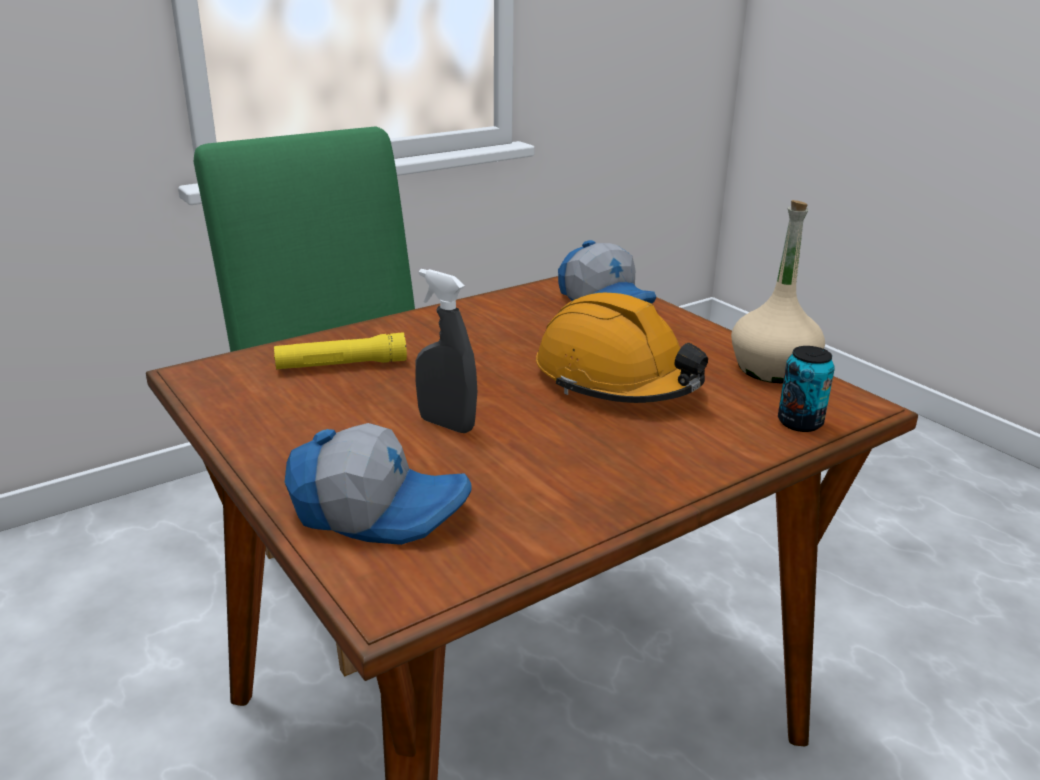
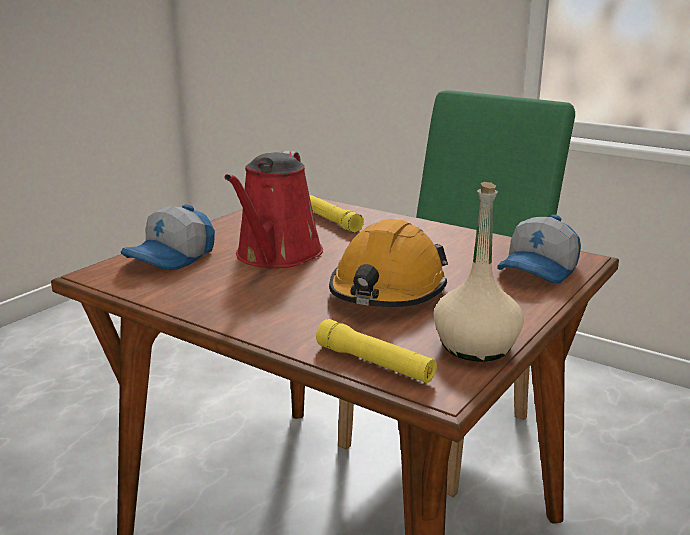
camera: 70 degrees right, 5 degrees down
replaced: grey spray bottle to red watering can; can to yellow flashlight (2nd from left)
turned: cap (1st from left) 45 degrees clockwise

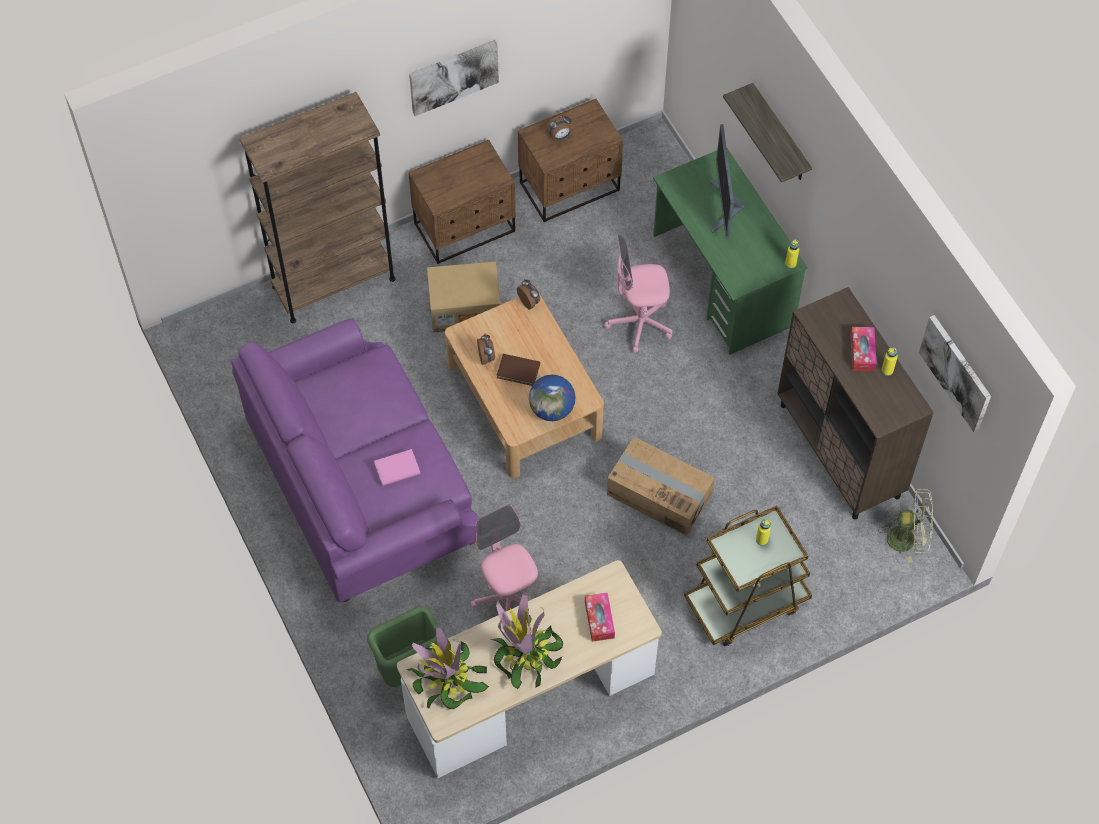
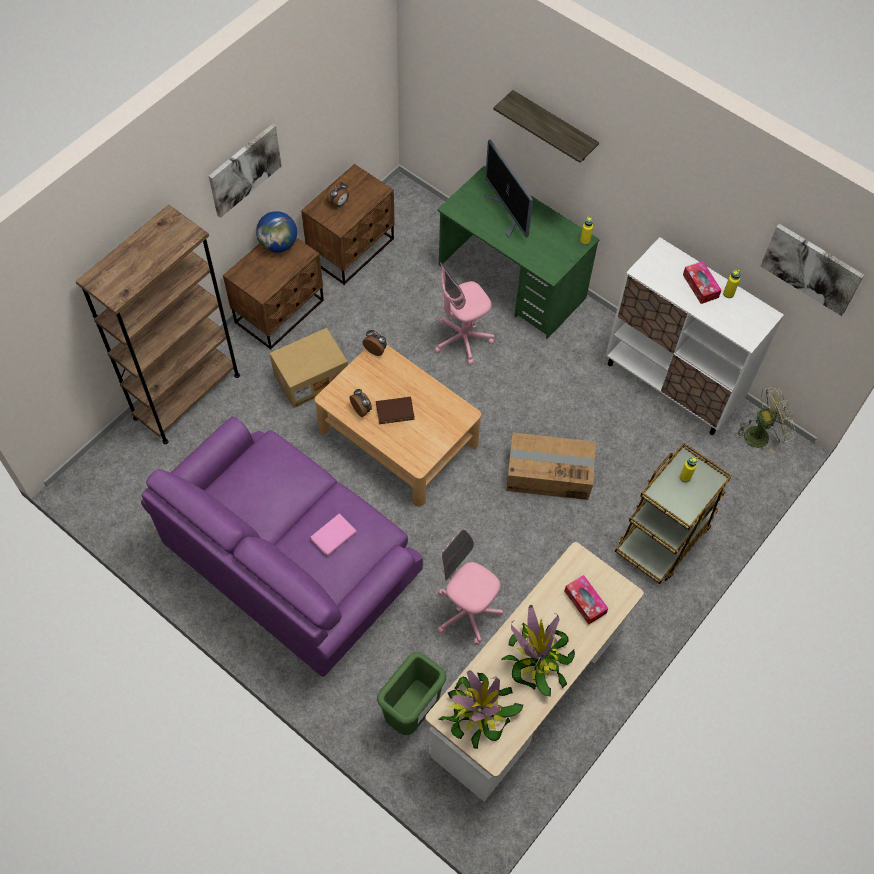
camera: 25 degrees left, 0 degrees up
moved: globe
recoloured: brown cabinet to white cabinet

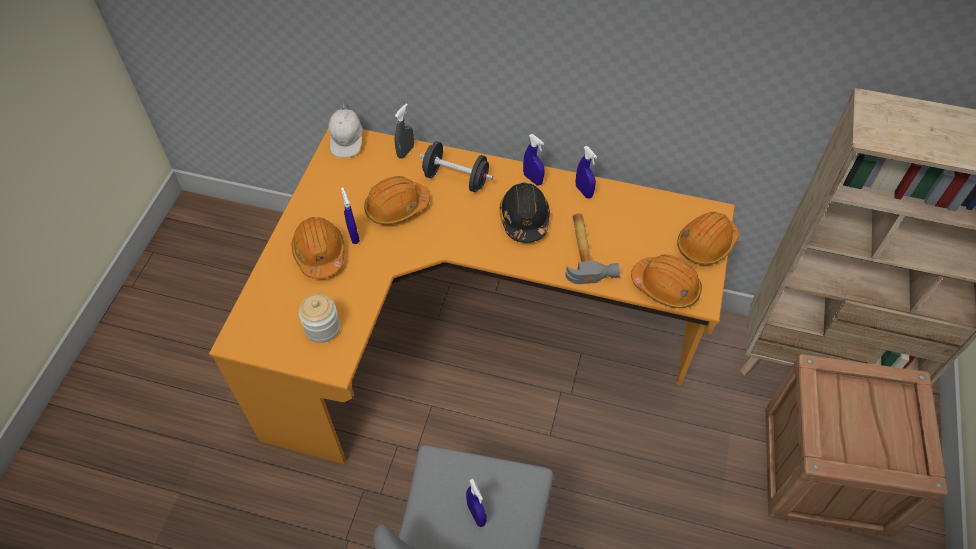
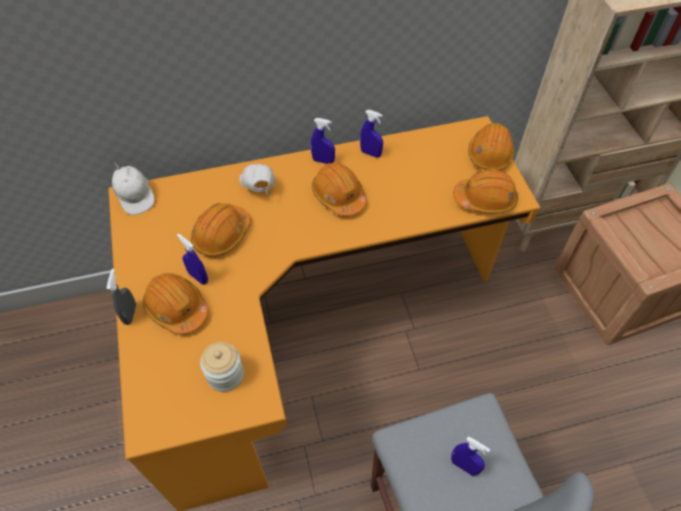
camera: 30 degrees left, 0 degrees up
removed: hammer
moved: grey spray bottle
replaced: black dumbbell to white cap (2nd from left)
recoloured: black hard hat to orange hard hat (3rd from left)

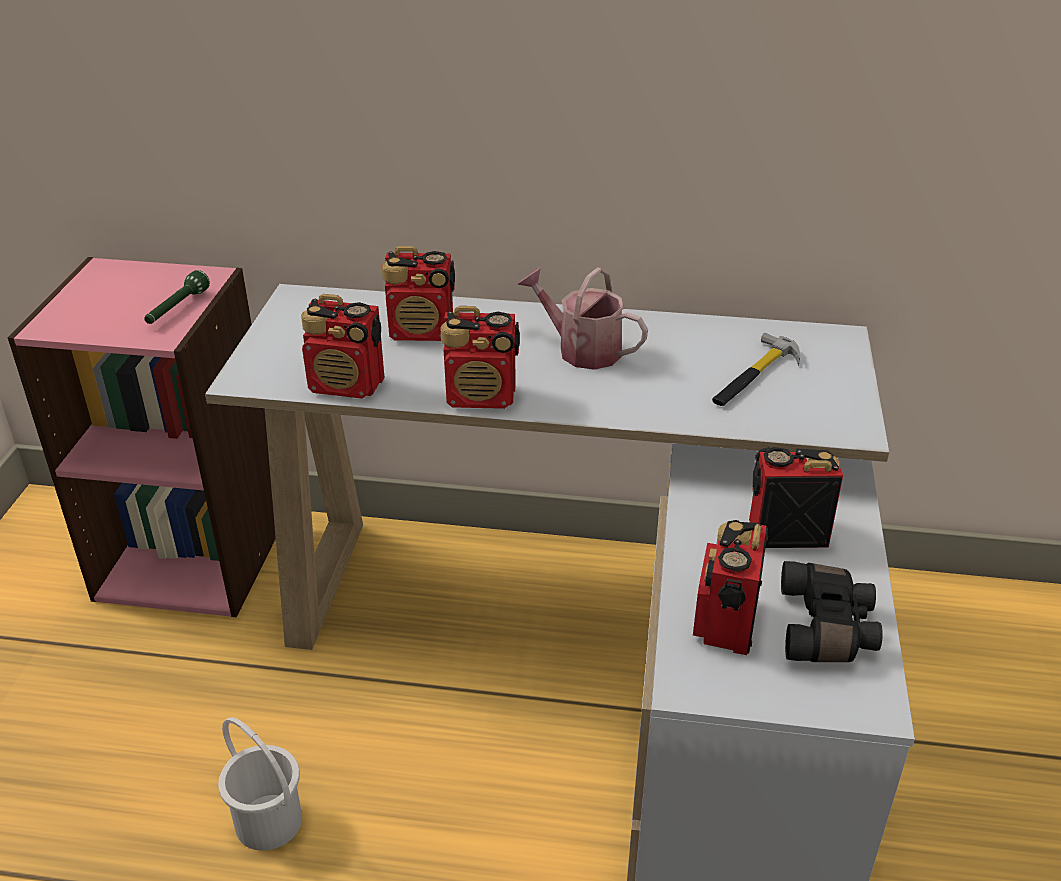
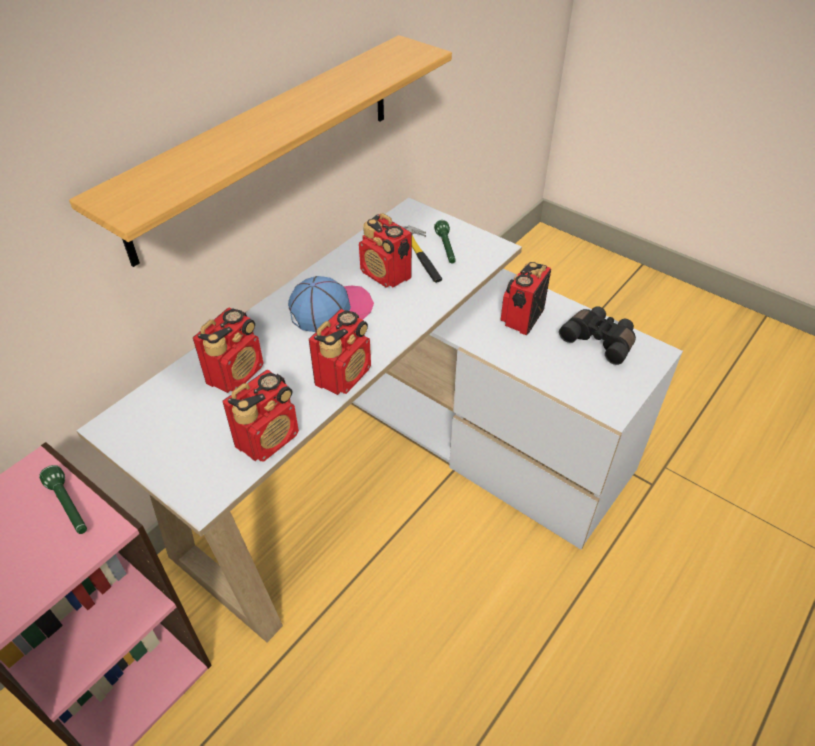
camera: 60 degrees left, 10 degrees up
removed: white bucket
added: shelf; green flashlight (2nd from left)
moved: radio (4th from left)
replaced: watering can to cap

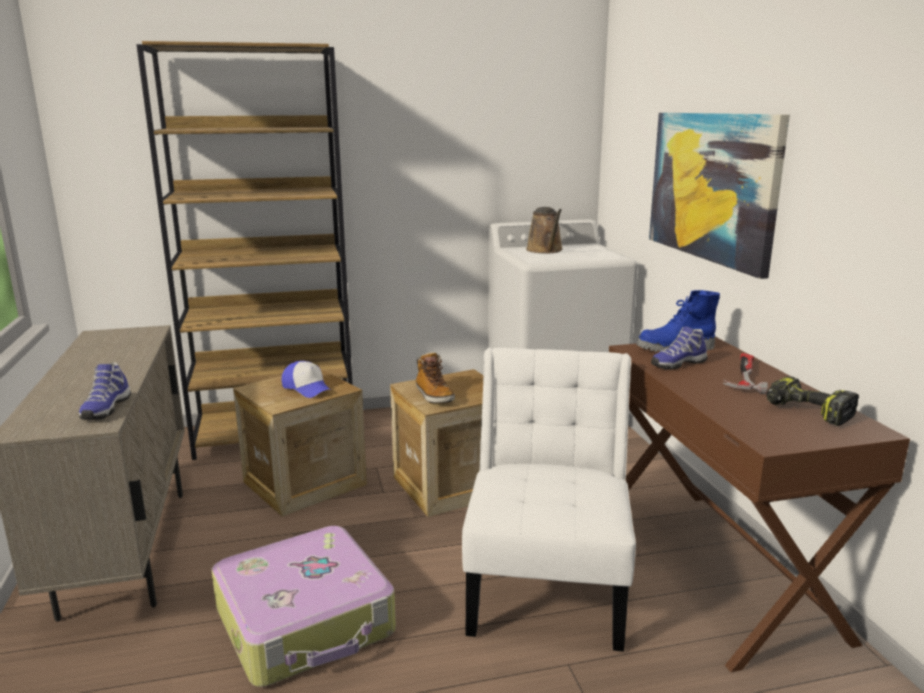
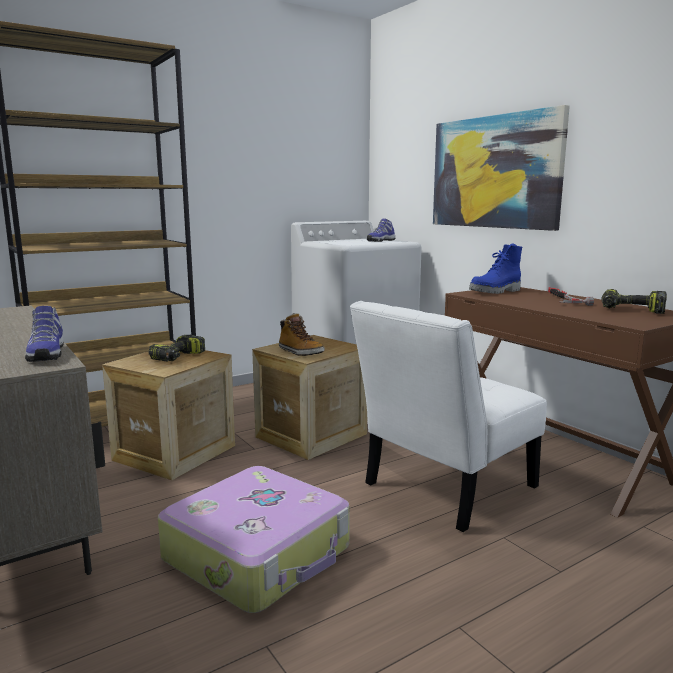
camera: 20 degrees left, 5 degrees down
removed: brown watering can
moved: shoe (2nd from left)
replaced: cap to power drill (1st from left)
turned: white chair 120 degrees counterclockwise

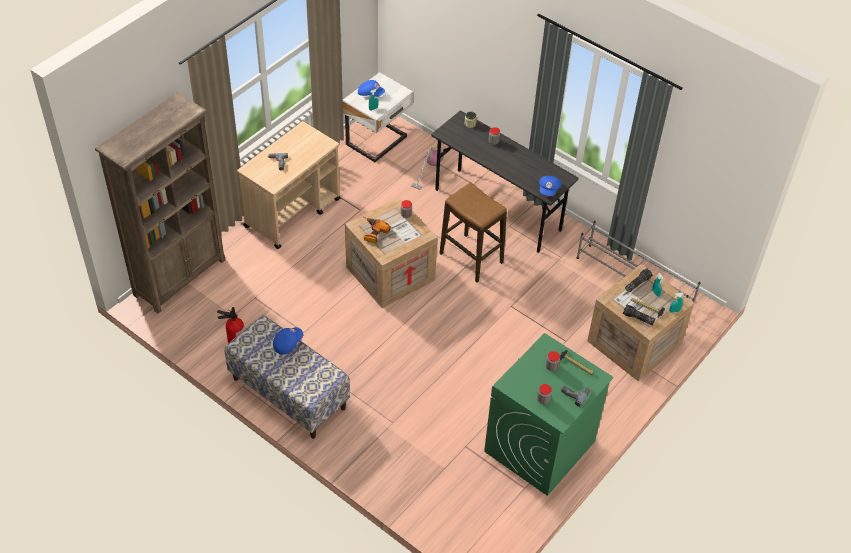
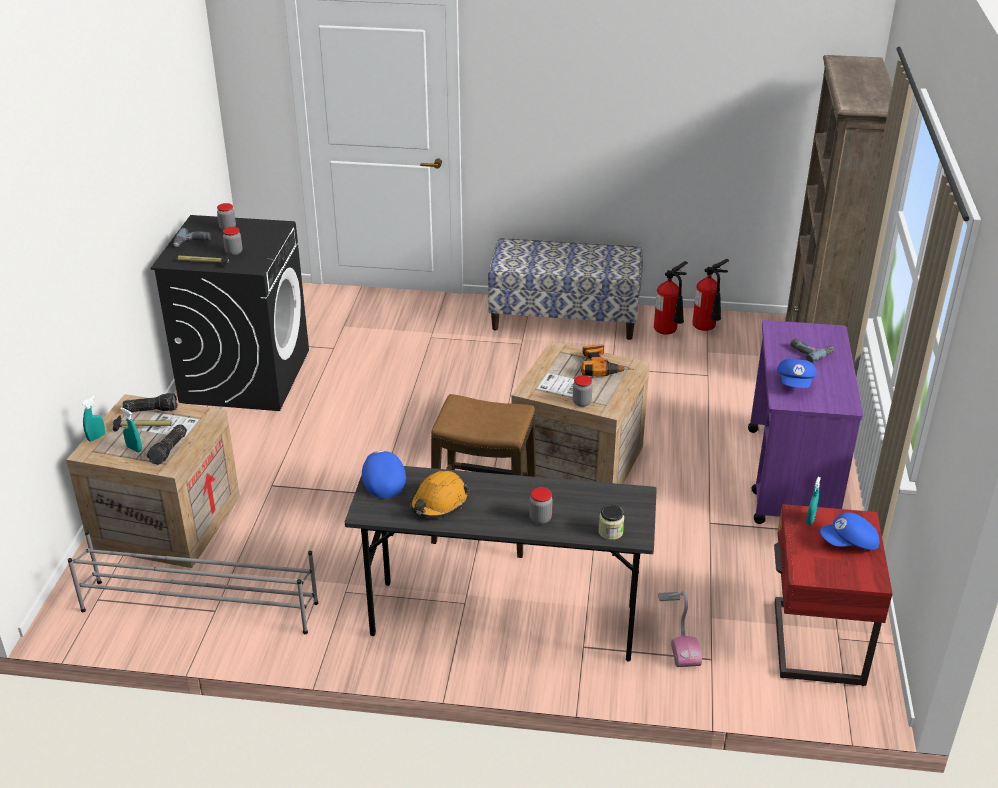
camera: 150 degrees right, 15 degrees down
added: orange hard hat; fire extinguisher (2nd from left)
moved: blue cap (1st from left in the first image) to blue cap (2nd from left)
recoloured: beige cart to purple cart; white nightstand to red nightstand; green washing machine to black washing machine

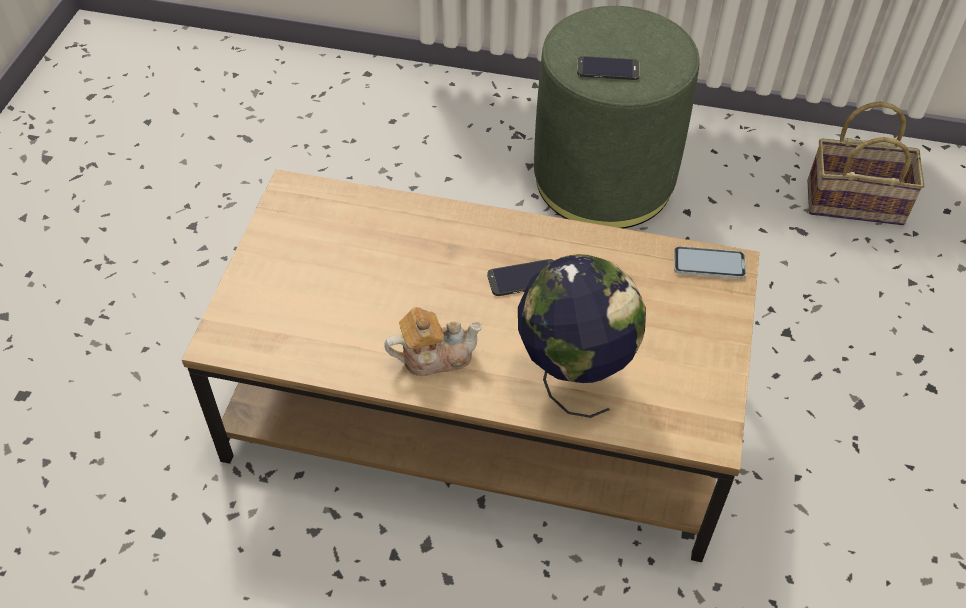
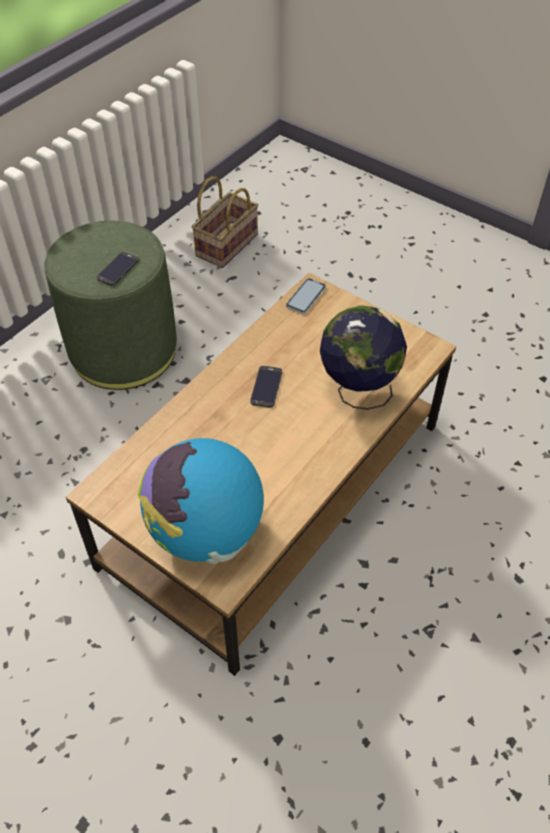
camera: 65 degrees left, 0 degrees up
removed: teapot
added: globe (1st from left)

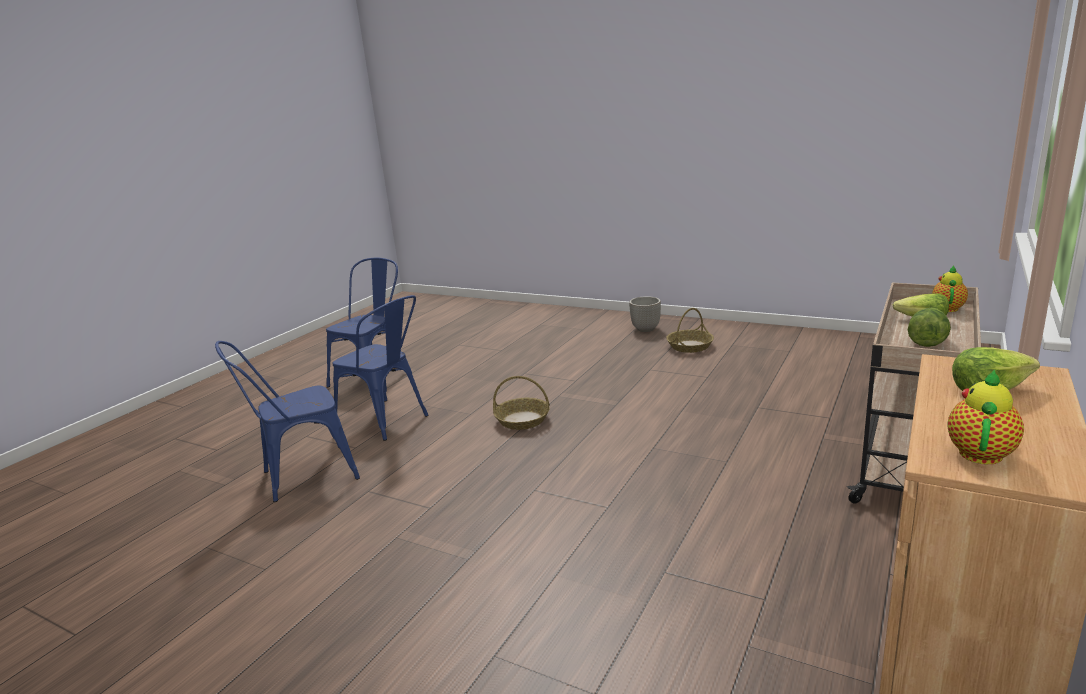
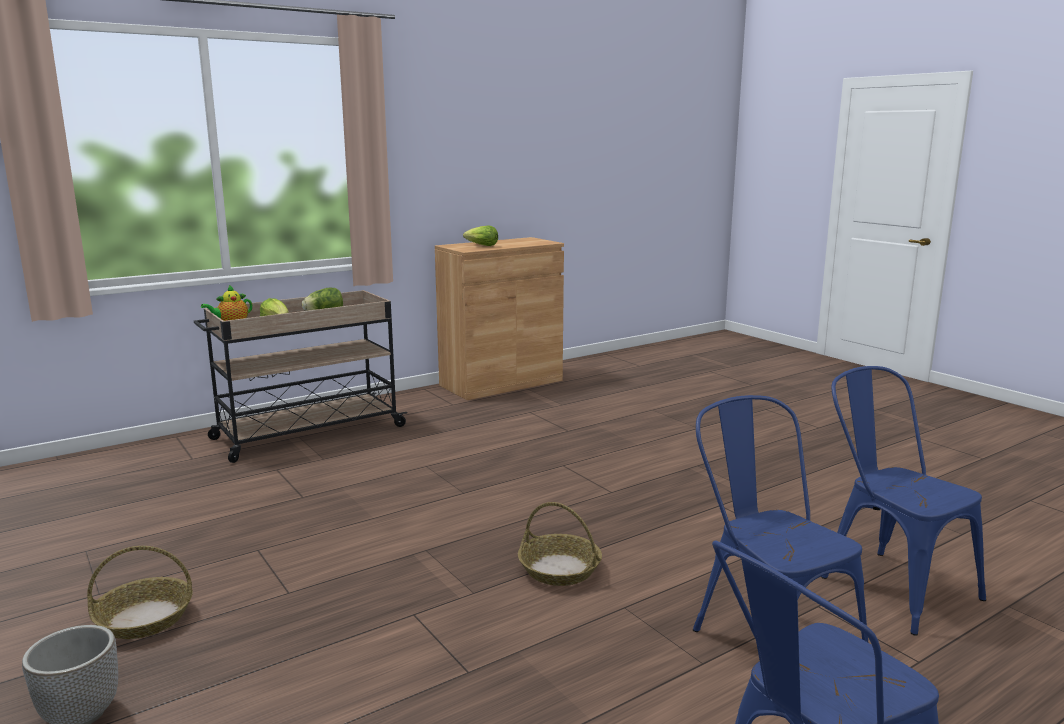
camera: 155 degrees left, 5 degrees down
removed: teapot (2nd from left)
turned: blue chair (1st from left in the first image) 120 degrees counterclockwise

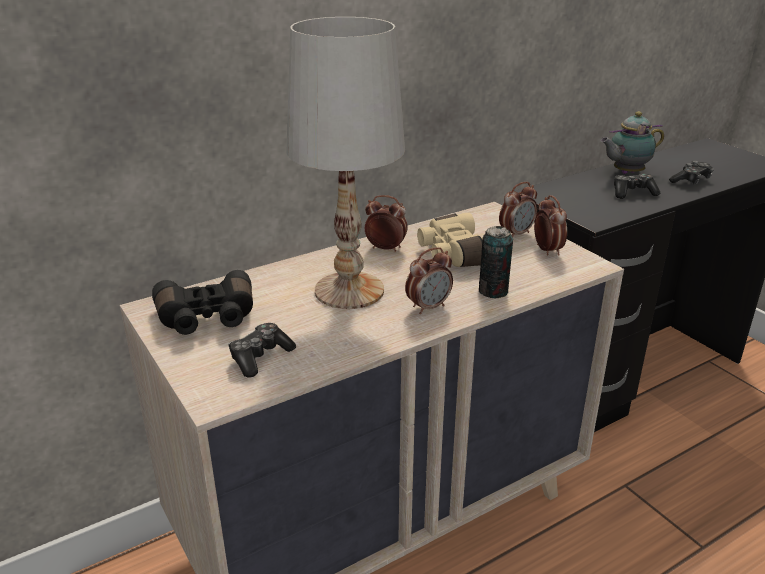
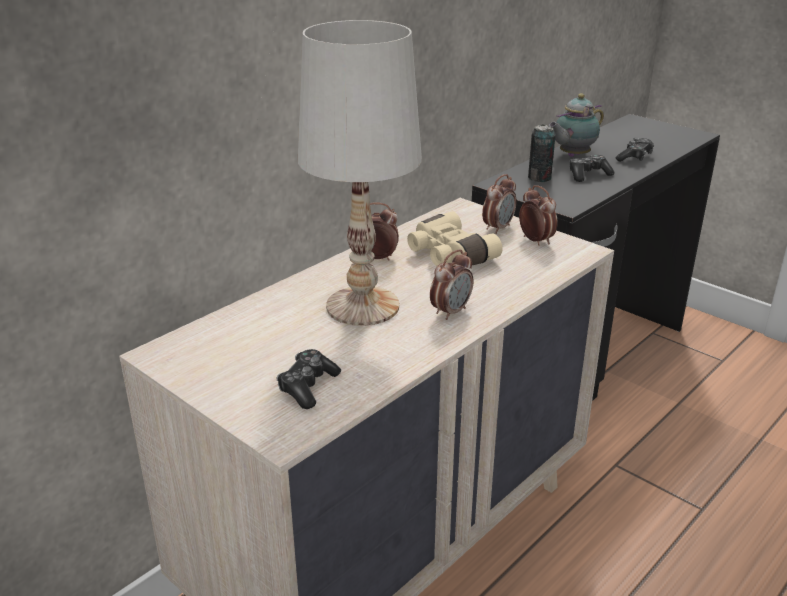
camera: 15 degrees left, 0 degrees up
removed: black binoculars
moved: can

